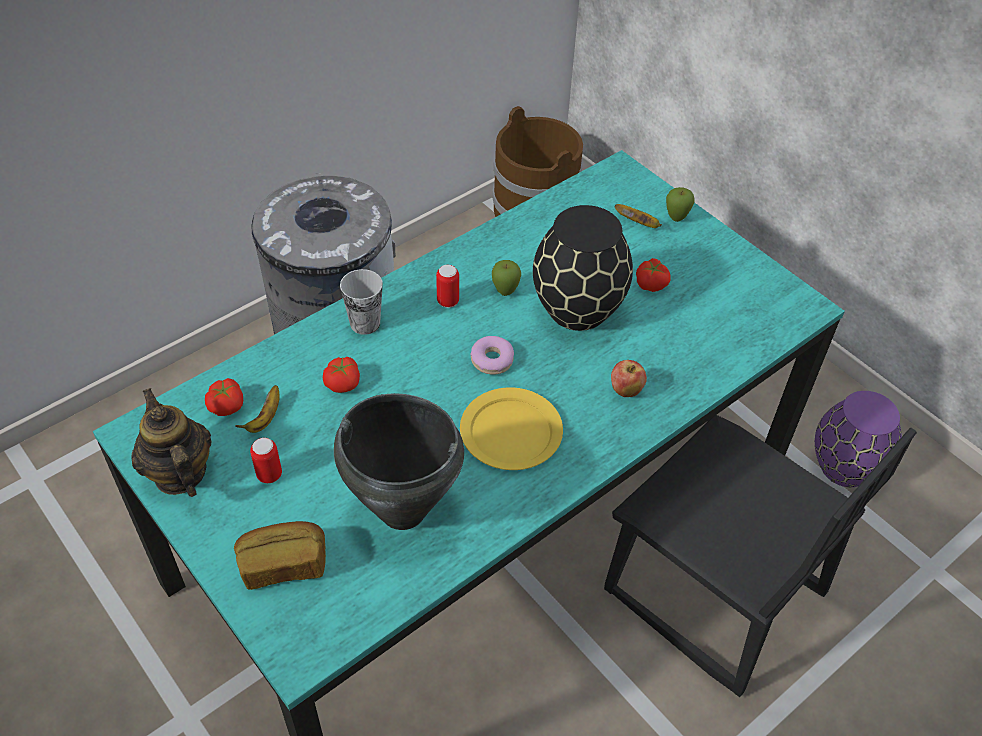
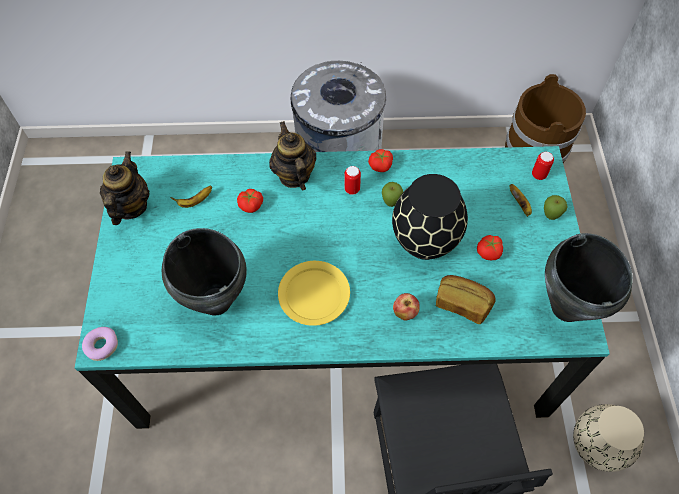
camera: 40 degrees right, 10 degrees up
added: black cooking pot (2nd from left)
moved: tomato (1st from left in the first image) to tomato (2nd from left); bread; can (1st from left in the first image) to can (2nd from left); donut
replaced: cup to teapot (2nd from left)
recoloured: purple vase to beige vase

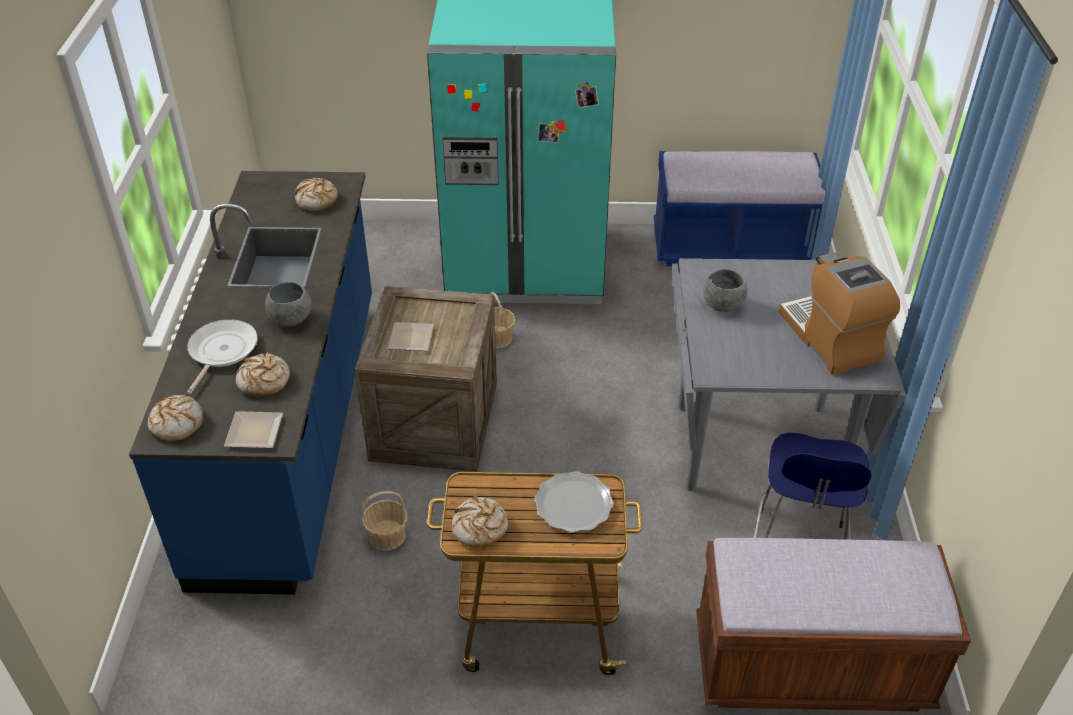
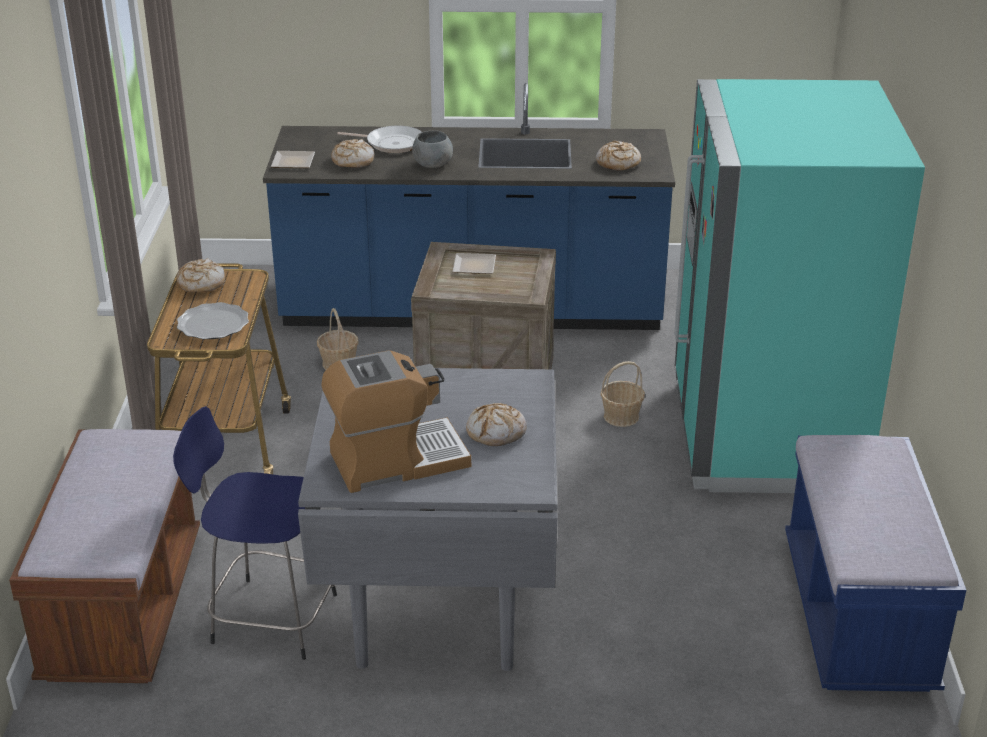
camera: 90 degrees right, 10 degrees down
removed: grey bowl (2nd from left)
moved: bread (1st from left in the first image) to bread (3rd from left)

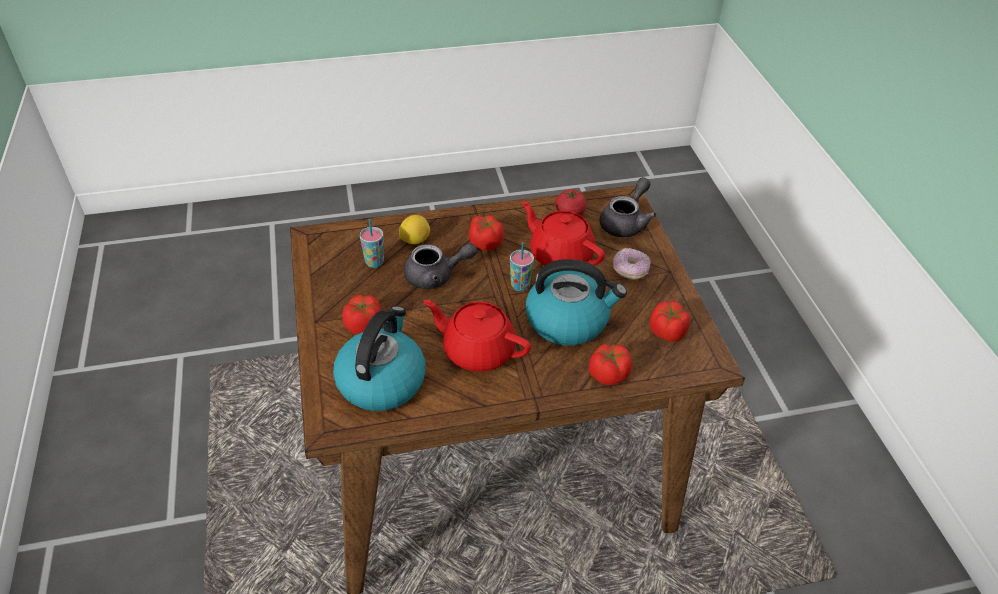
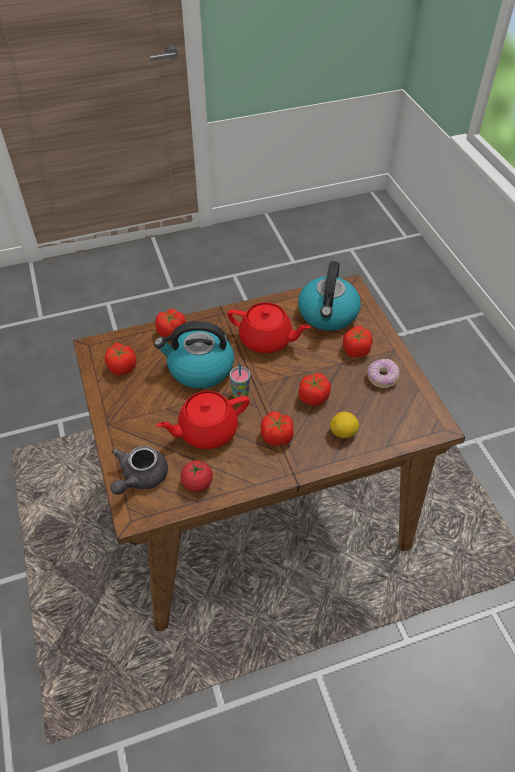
camera: 175 degrees right, 5 degrees up
removed: cup (1st from left)
moved: donut
replaced: grey teapot (1st from left) to tomato (5th from left)
turned: red teapot (2nd from left in the first image) 120 degrees clockwise

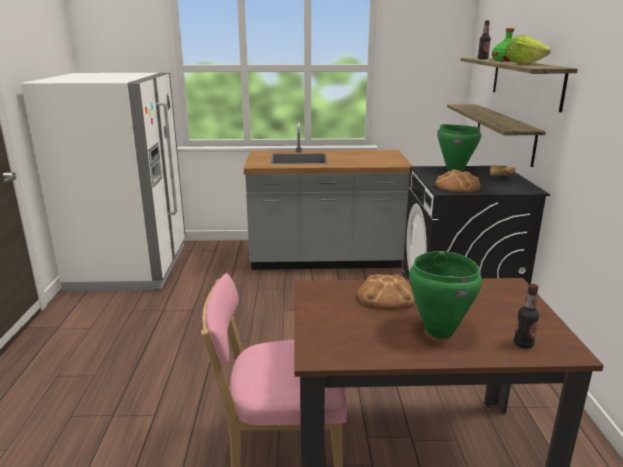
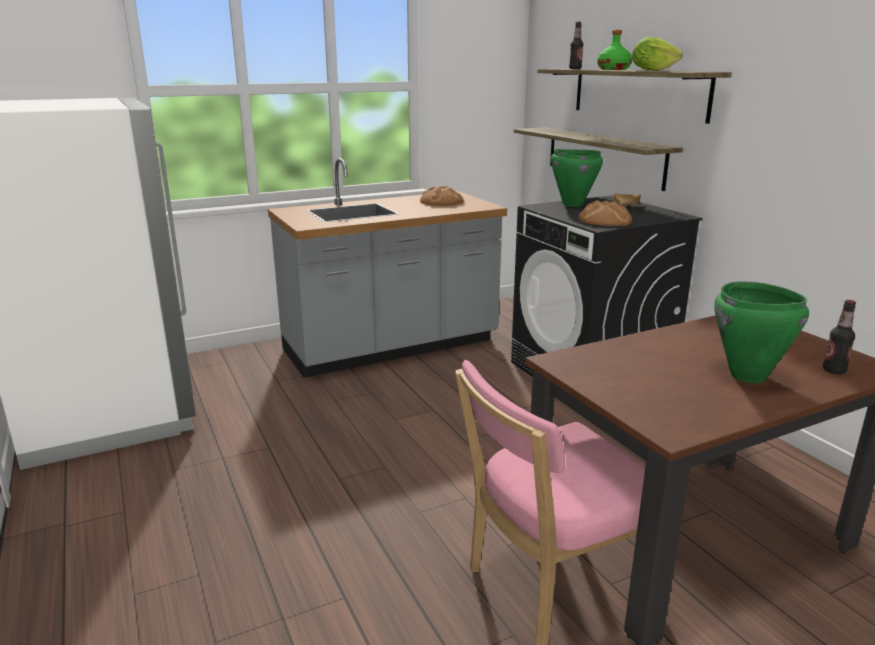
camera: 25 degrees left, 0 degrees up
moved: bread (1st from left)

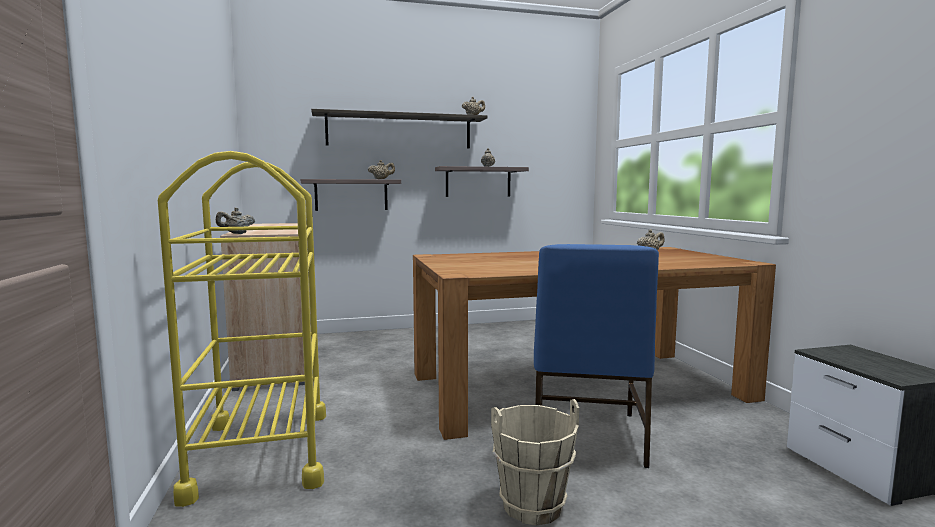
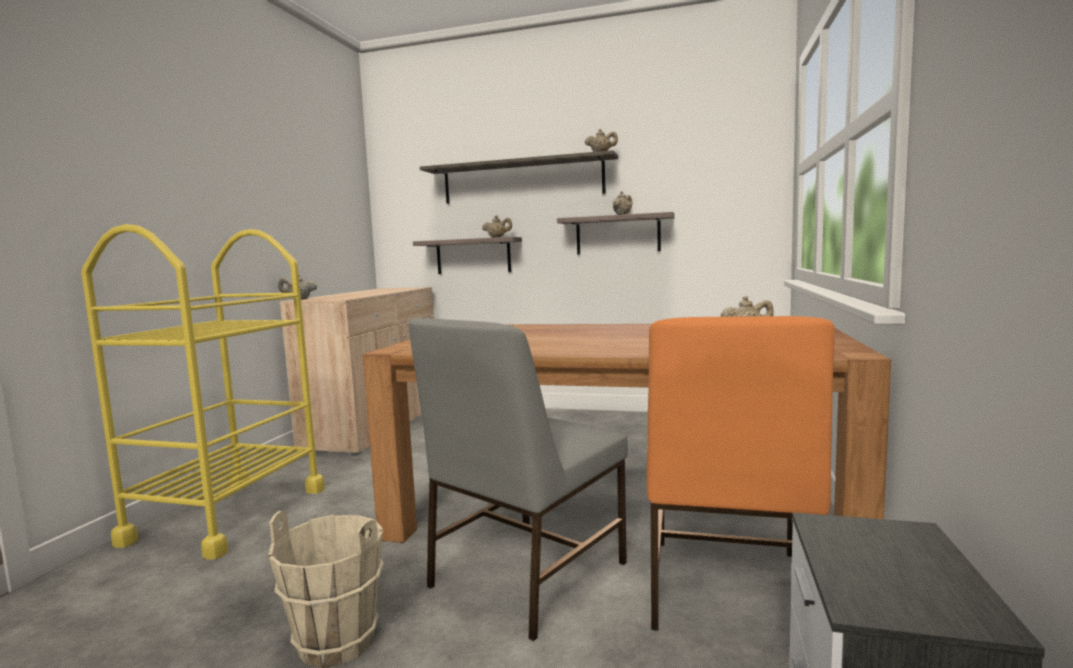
camera: 30 degrees right, 0 degrees up
added: orange chair
recoloured: blue chair to grey chair

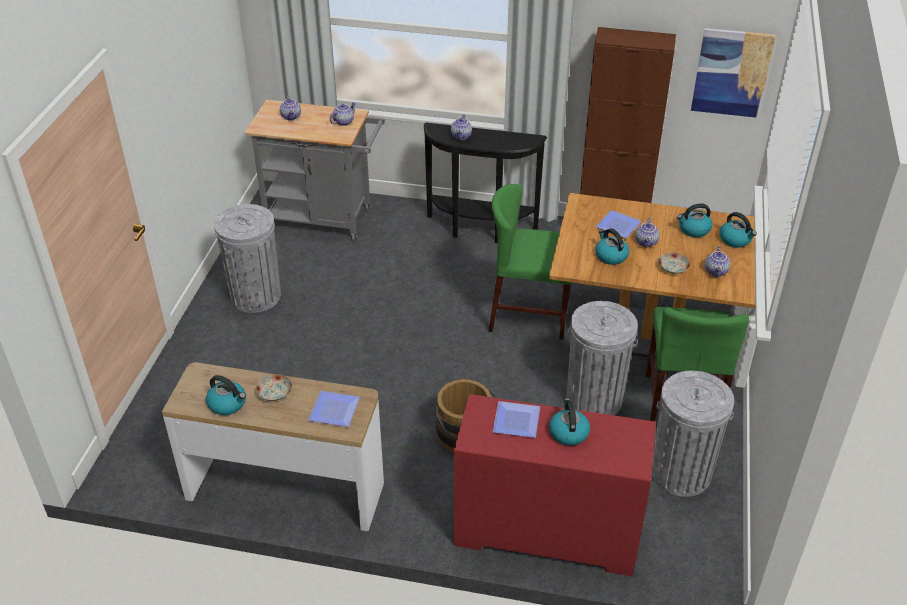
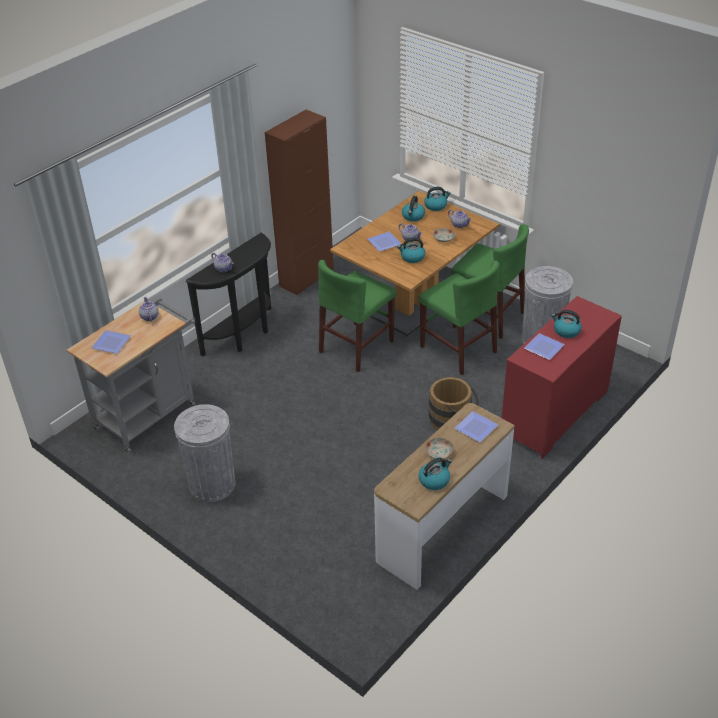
camera: 60 degrees left, 0 degrees up
removed: picture
replaced: teapot (1st from left) to plate (1st from left); grey trash can (2nd from left) to green chair (2nd from left)

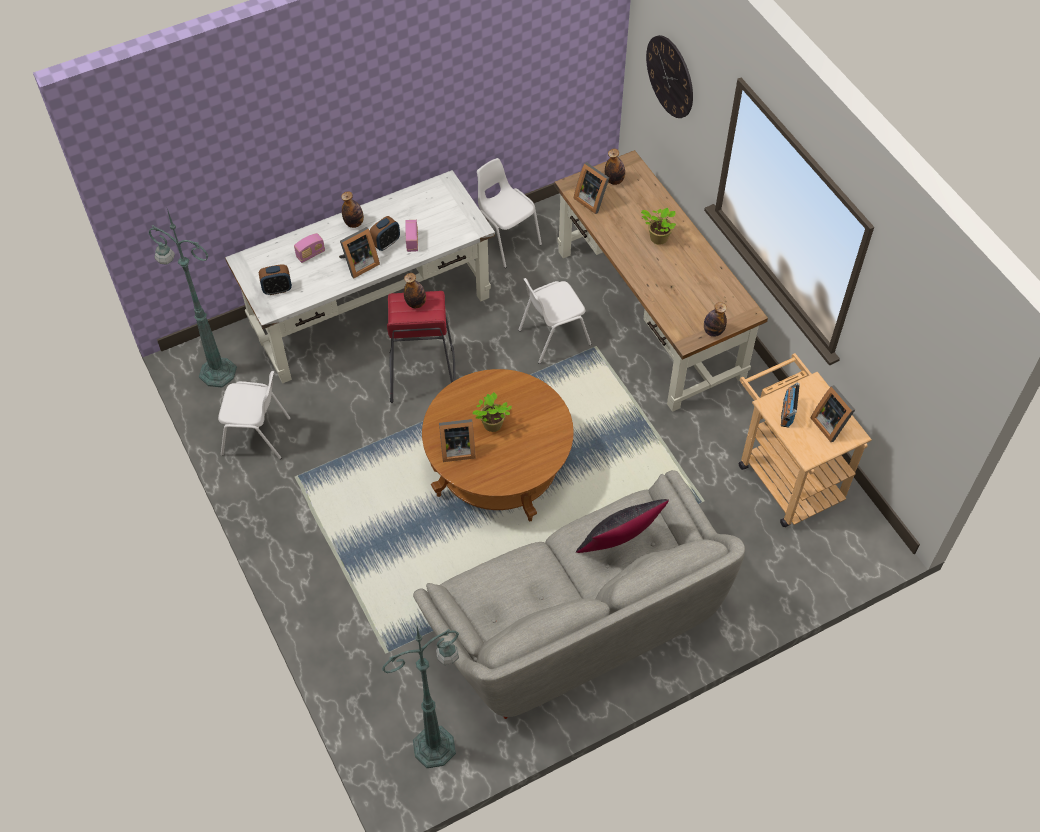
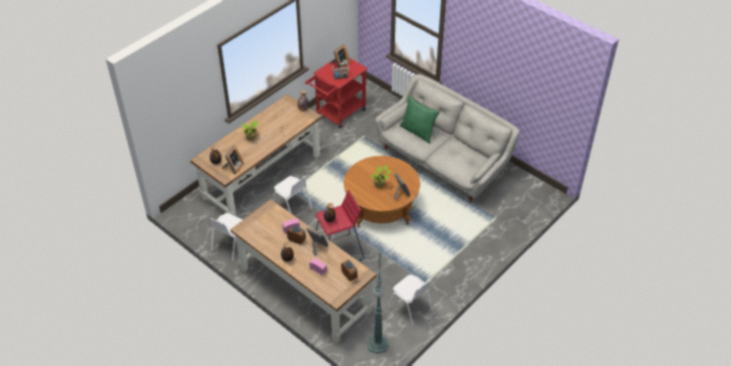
camera: 110 degrees left, 10 degrees down
removed: green floor lamp (2nd from left); wall clock
recoloured: white desk to brown desk (2nd from left); black pillow to green pillow; beige cart to red cart
turned: white chair (1st from left in the first image) 150 degrees clockwise

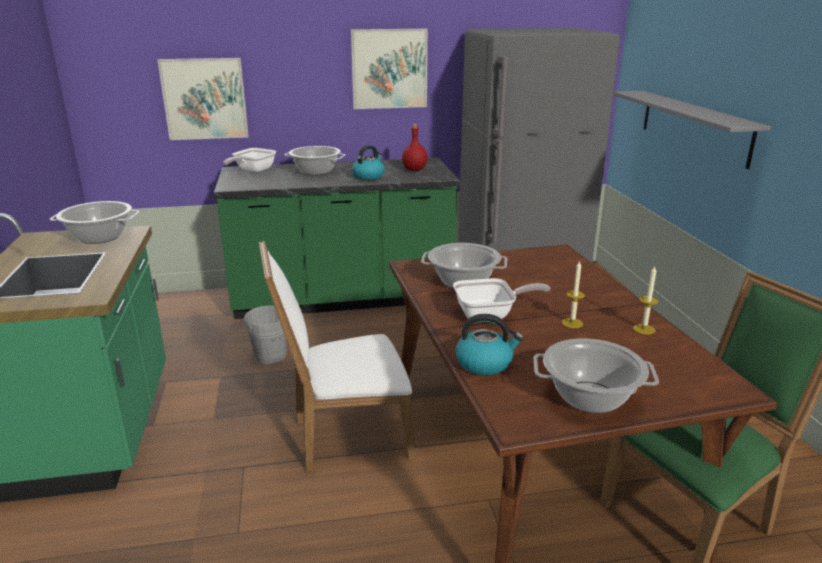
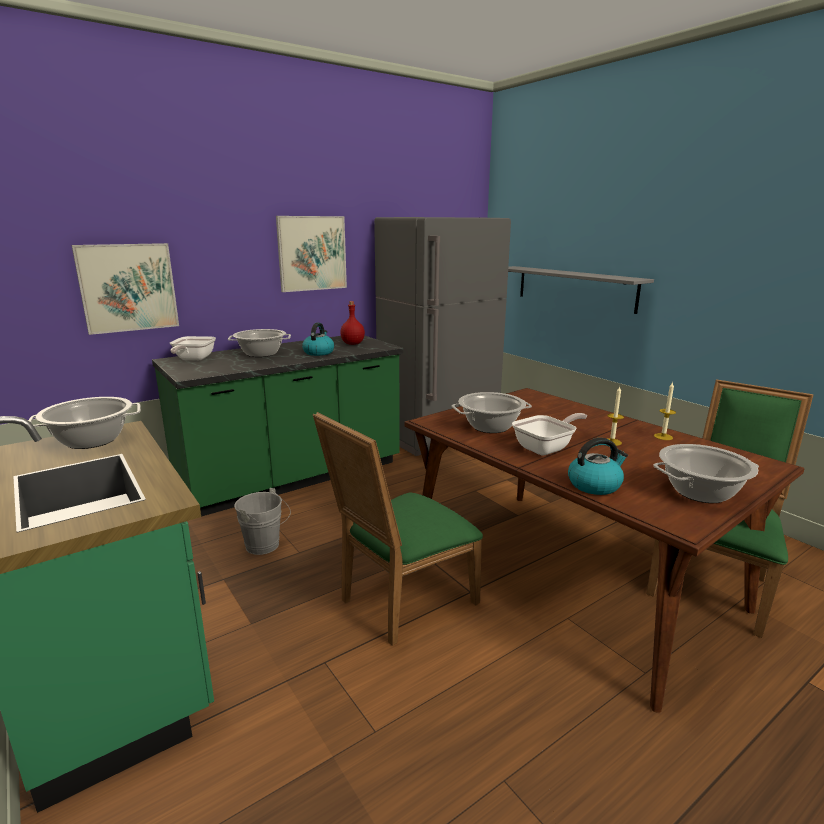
camera: 25 degrees left, 5 degrees down
recoloured: white chair to green chair (1st from left)

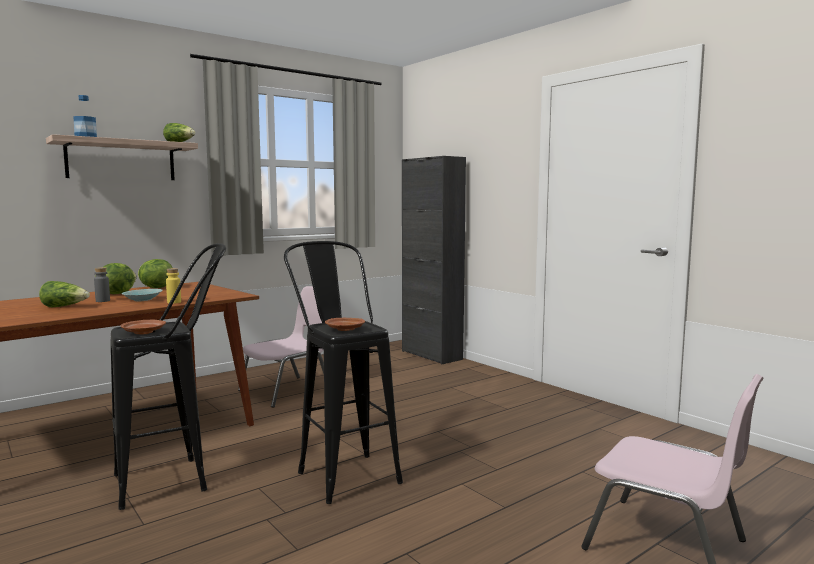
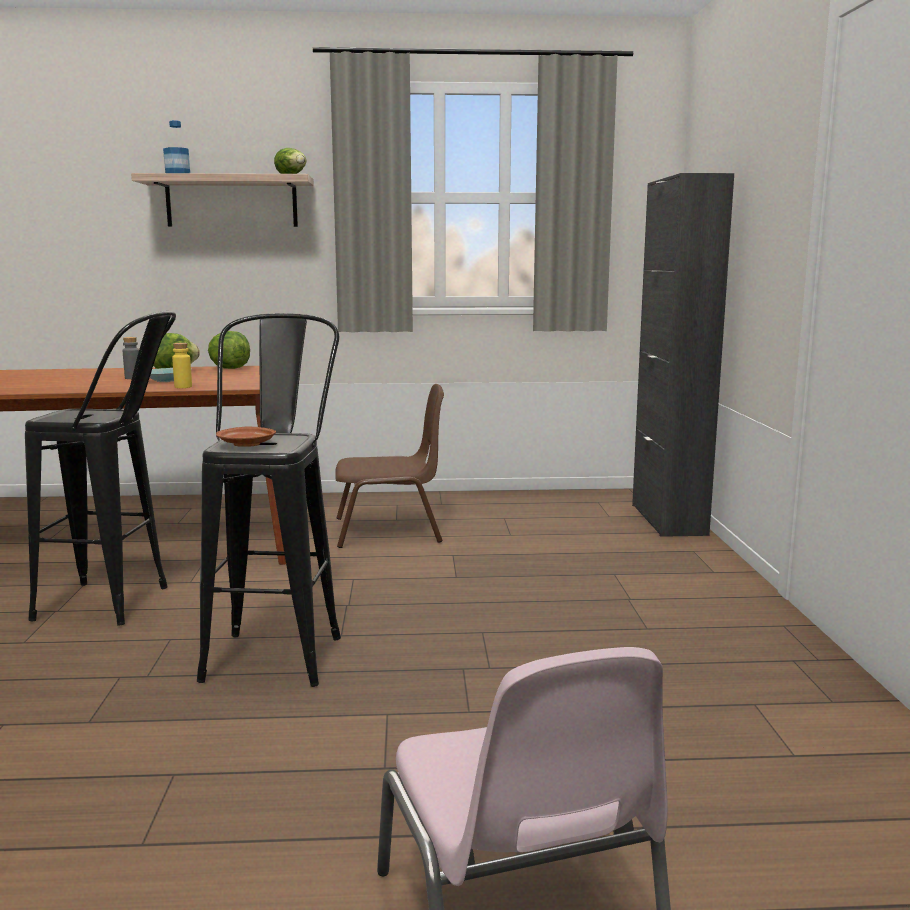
camera: 35 degrees right, 5 degrees up
removed: lettuce (1st from left); brown plate (1st from left)
recoloured: pink chair (1st from left) to brown chair

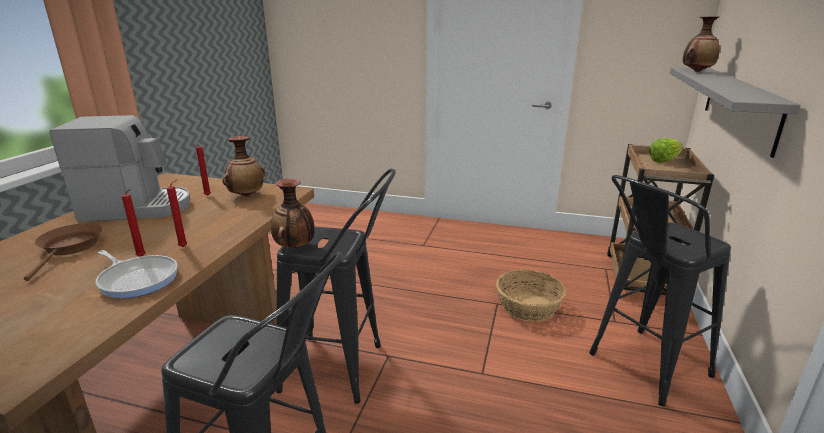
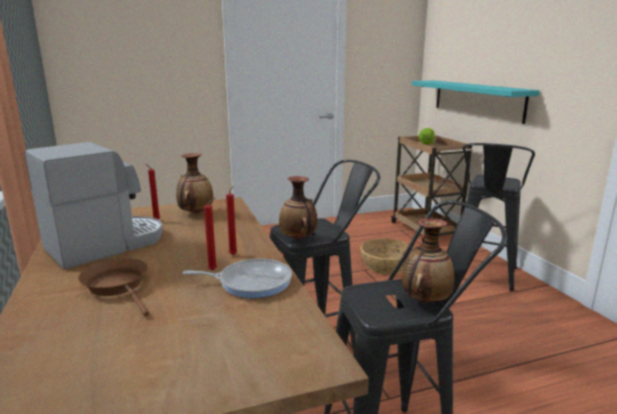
camera: 35 degrees left, 5 degrees down
moved: vase (3rd from left)
recoloured: grey shelf to turquoise shelf

